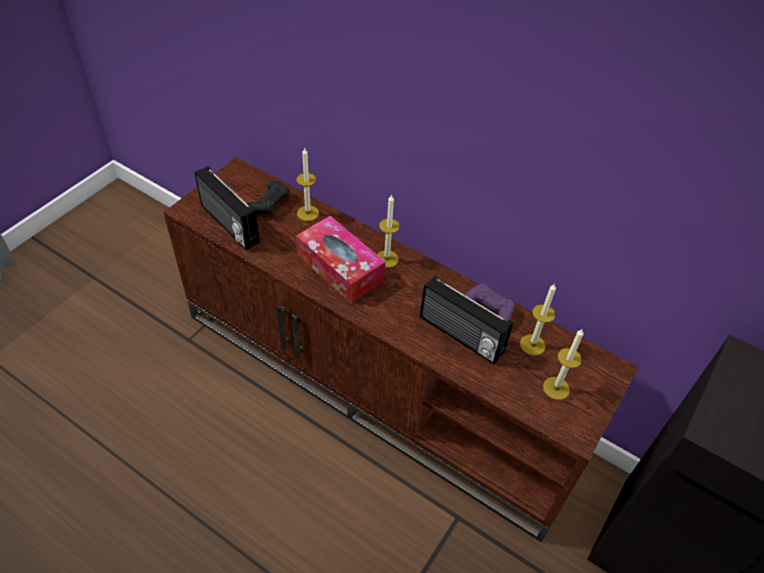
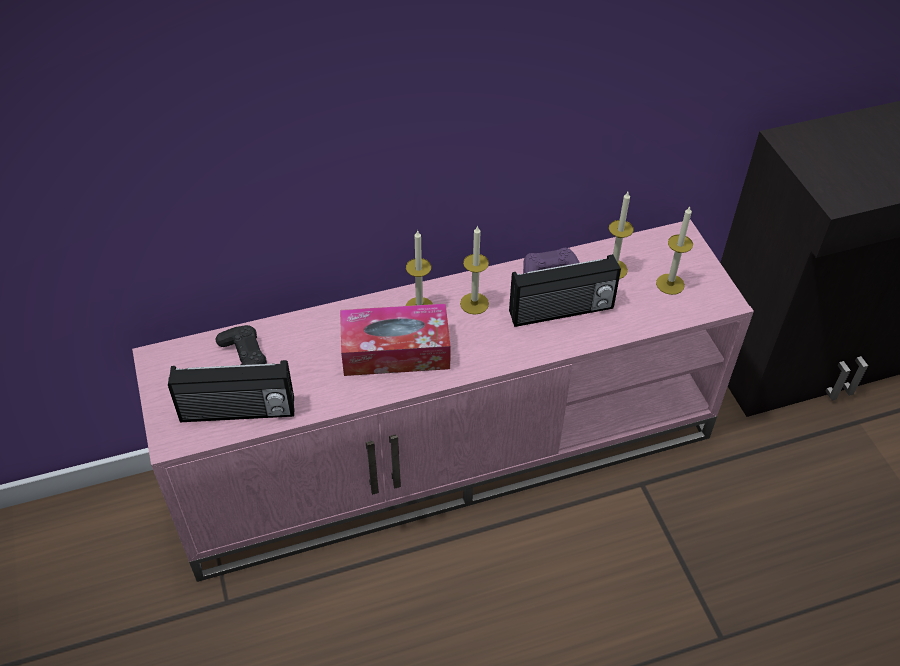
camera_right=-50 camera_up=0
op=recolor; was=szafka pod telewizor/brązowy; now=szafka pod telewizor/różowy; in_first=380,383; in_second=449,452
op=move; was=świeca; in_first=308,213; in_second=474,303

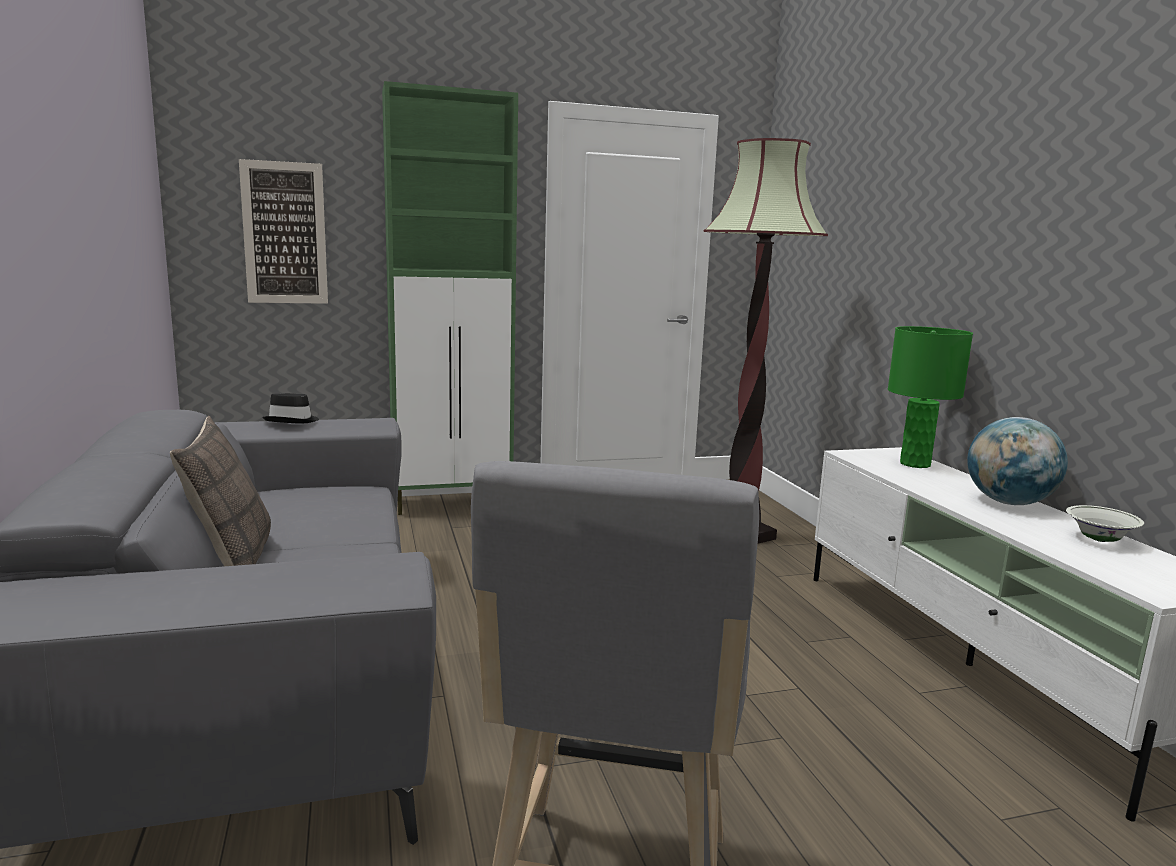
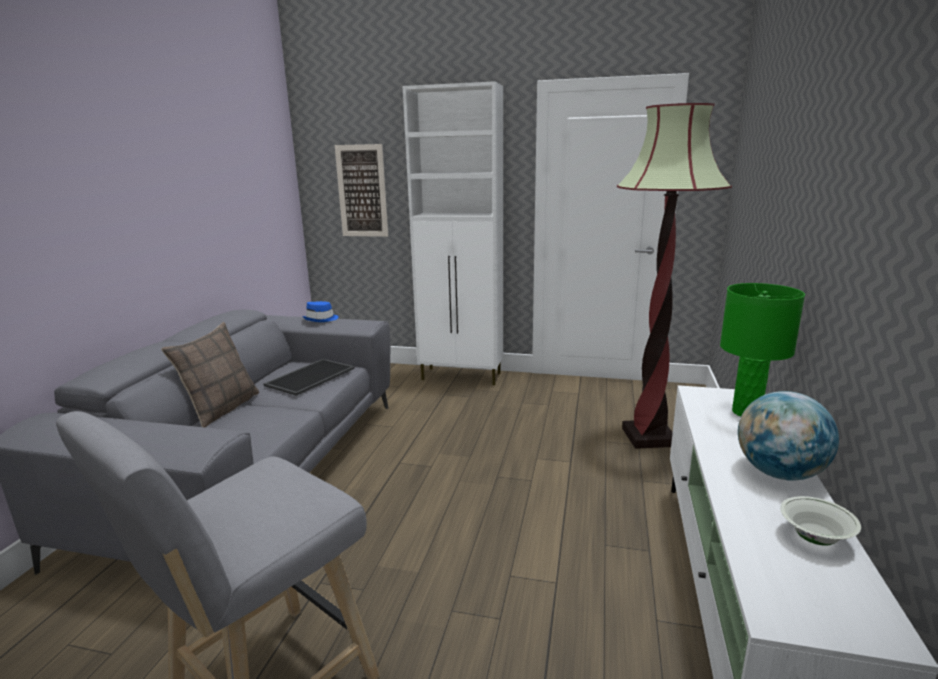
camera_right=30 camera_up=5
op=insert; now=taca; in_second=310,376
op=recolor; was=kapelusz/czarny; now=kapelusz/niebieski; in_first=293,421; in_second=321,319
op=recolor; was=szafka/zielony; now=szafka/biały; in_first=453,504; in_second=462,376

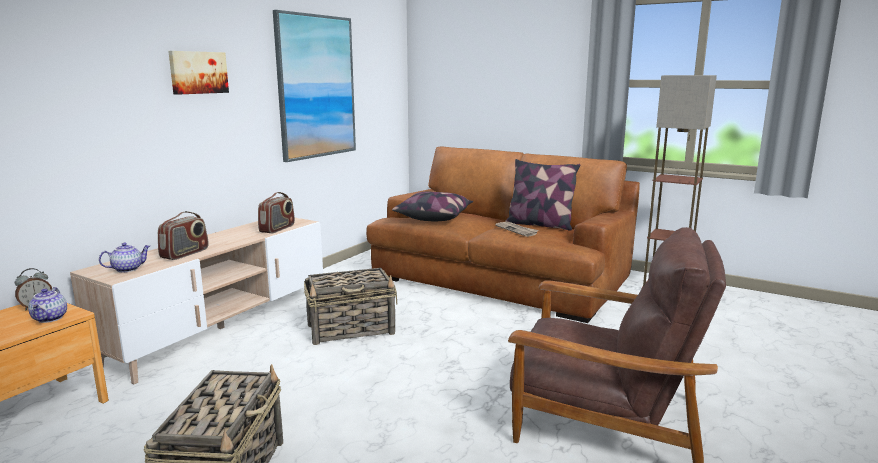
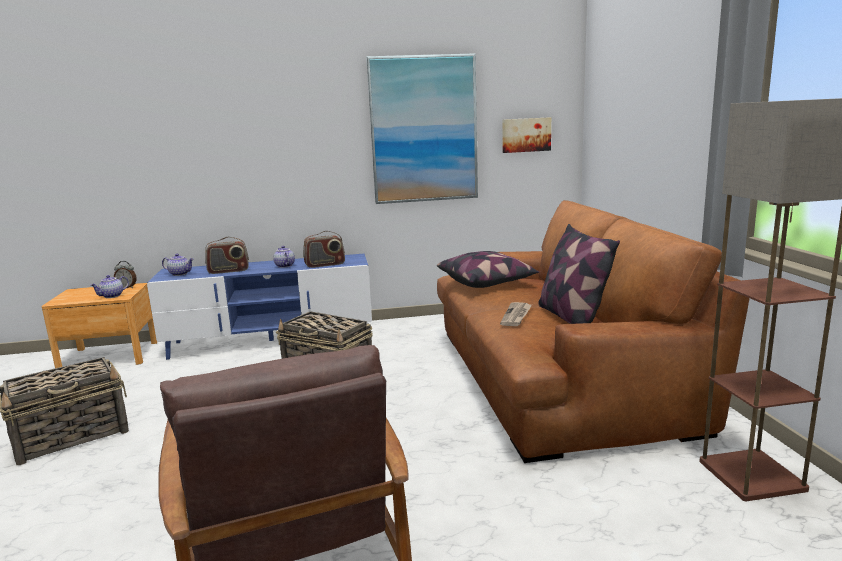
camera_right=50 camera_up=0
op=recolor; was=szafka pod telewizor/beżowy; now=szafka pod telewizor/niebieski; in_first=222,328; in_second=271,340
op=insert; now=imbryk; in_second=284,266
op=move; was=obraz; in_first=198,72; in_second=526,135

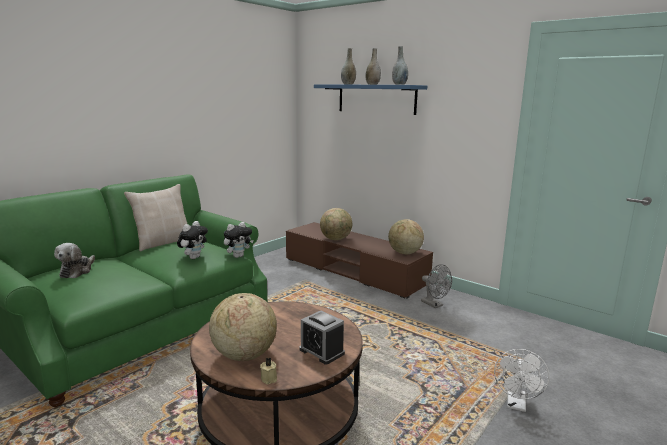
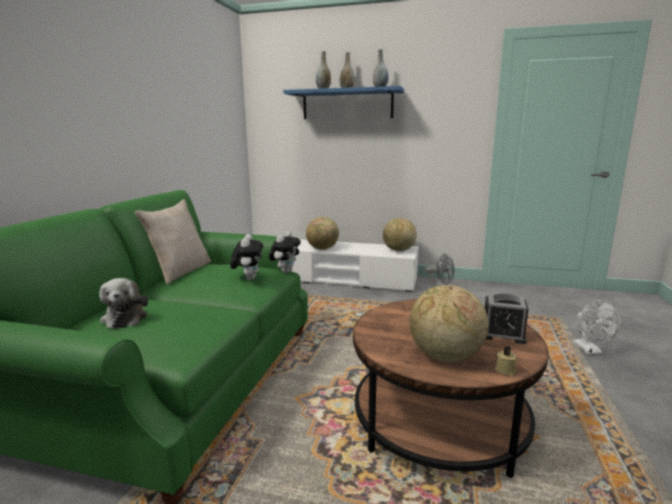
camera_right=-25 camera_up=0
op=recolor; was=szafka pod telewizor/brązowy; now=szafka pod telewizor/biały; in_first=353,271; in_second=340,279

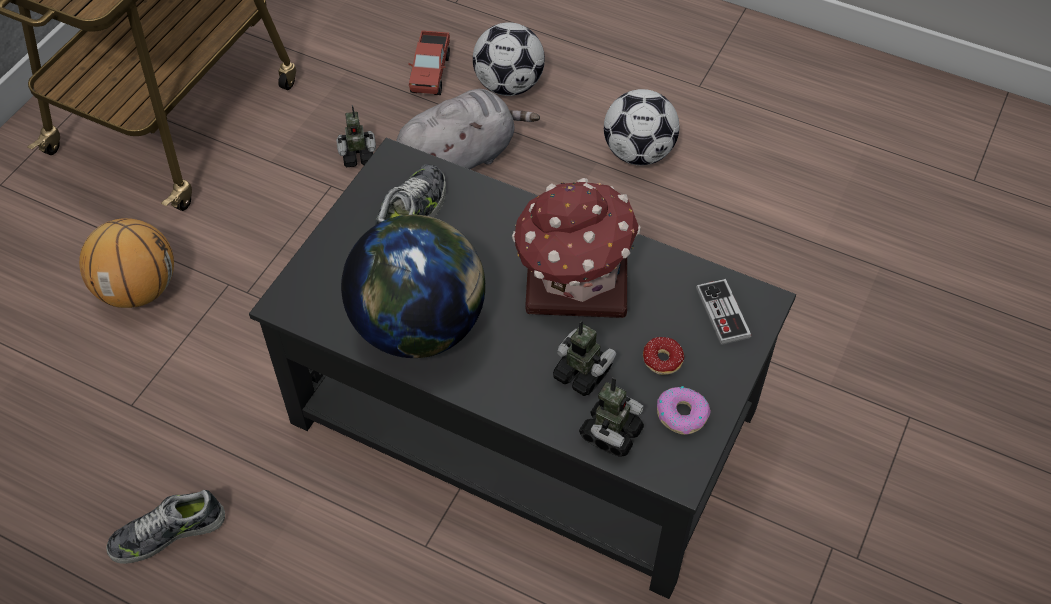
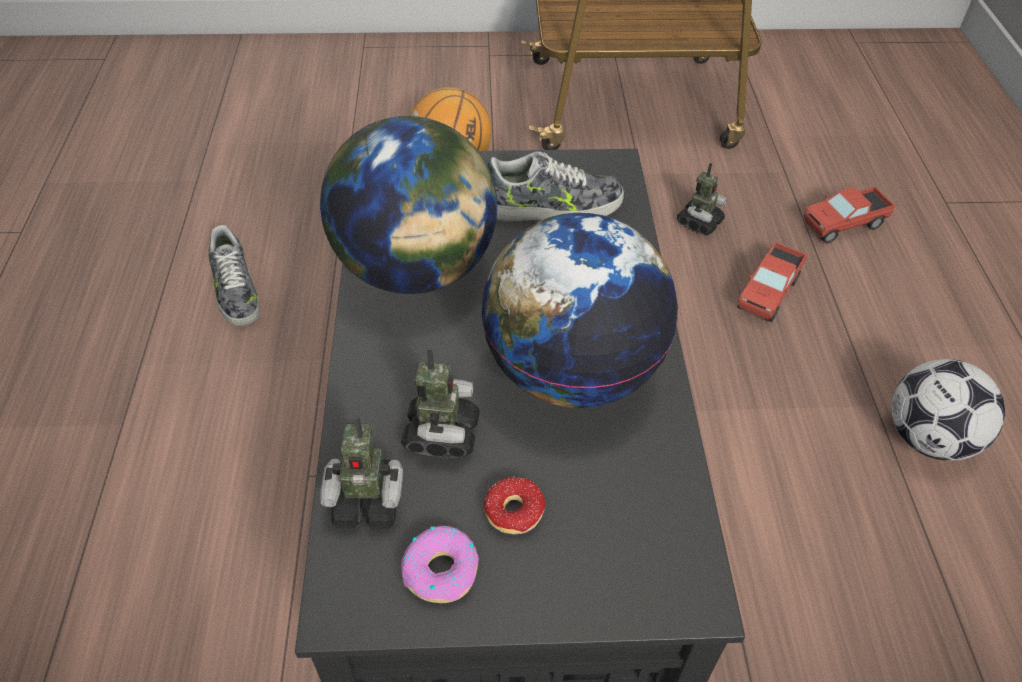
camera_right=60 camera_up=-5
op=rotate; was=but; in_first=168,533; in_second=235,290; clockwise=-150
op=replace; was=domek; now=globus; in_first=573,280; in_second=571,370
op=rotate; was=robot zabawkowy; in_first=358,156; in_second=699,223; clockwise=-105
op=replace; was=pluszak/szary; now=ciężarówka zabawkowa; in_first=461,158; in_second=768,293
op=delete; was=piłka futbolowa; in_first=509,85
op=delete; was=pad do gier; in_first=722,313

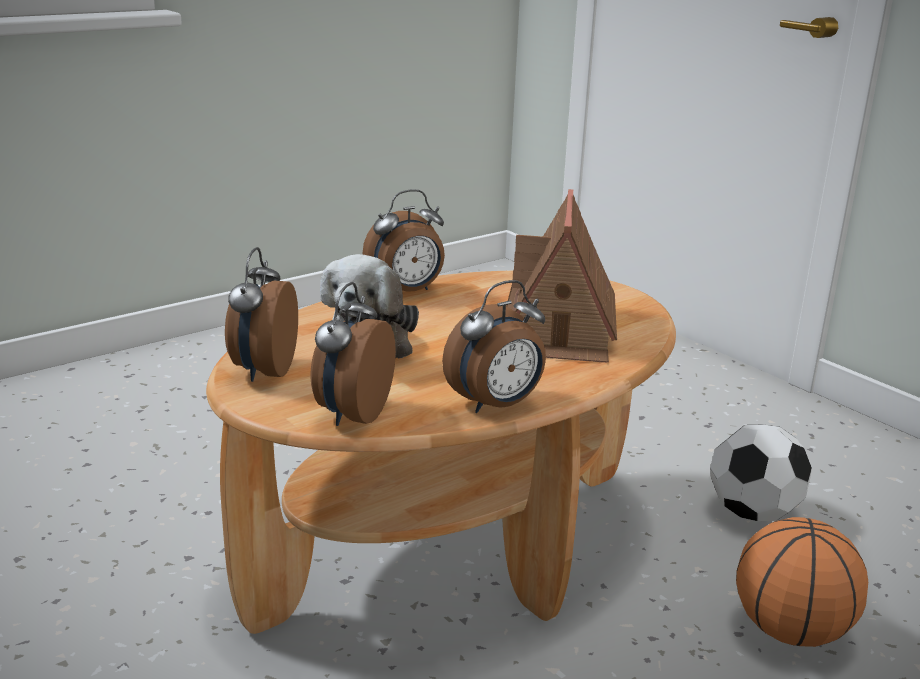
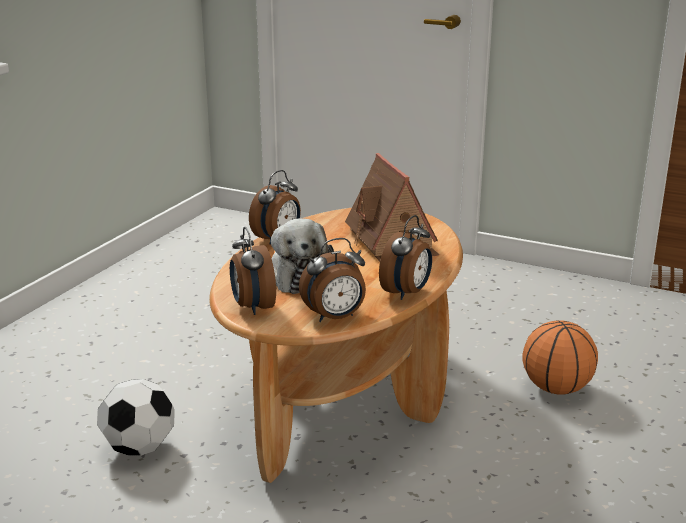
camera_right=-25 camera_up=0
op=move; was=piłka futbolowa; in_first=753,512; in_second=139,448
op=rotate; was=budzik; in_first=351,414; in_second=335,317; clockwise=-105

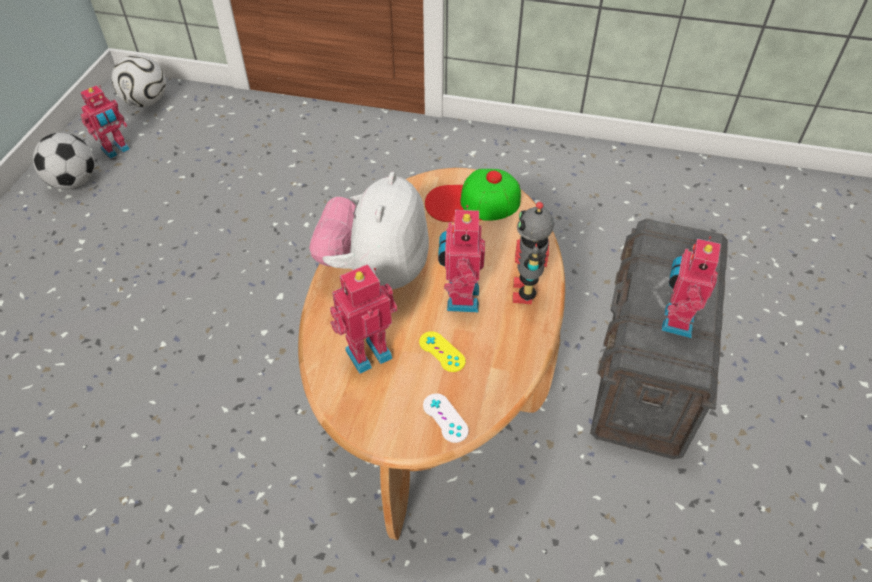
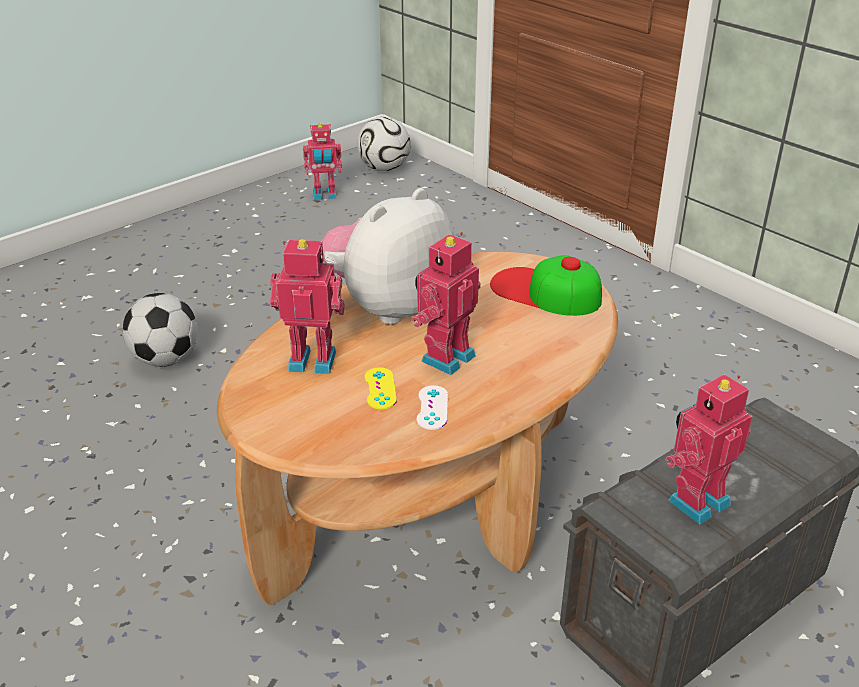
camera_right=35 camera_up=-15
op=move; was=piłka futbolowa; in_first=74,183; in_second=165,360
op=move; was=pad do gier/biały; in_first=445,418; in_second=432,408
op=delete; was=robot zabawkowy; in_first=525,292

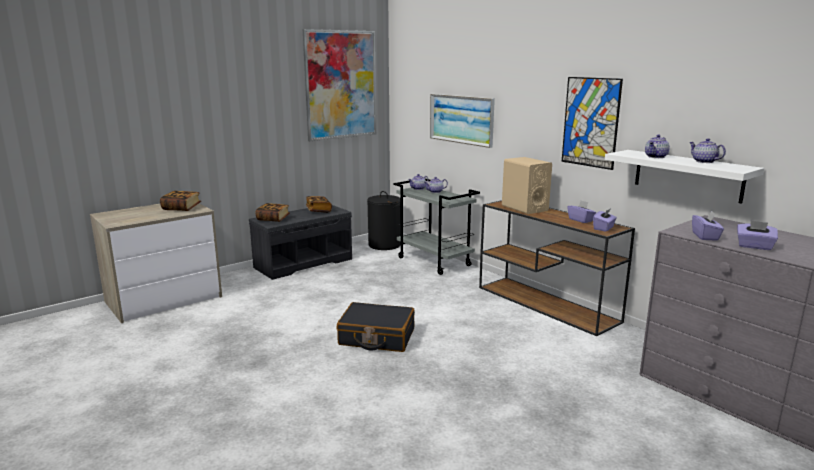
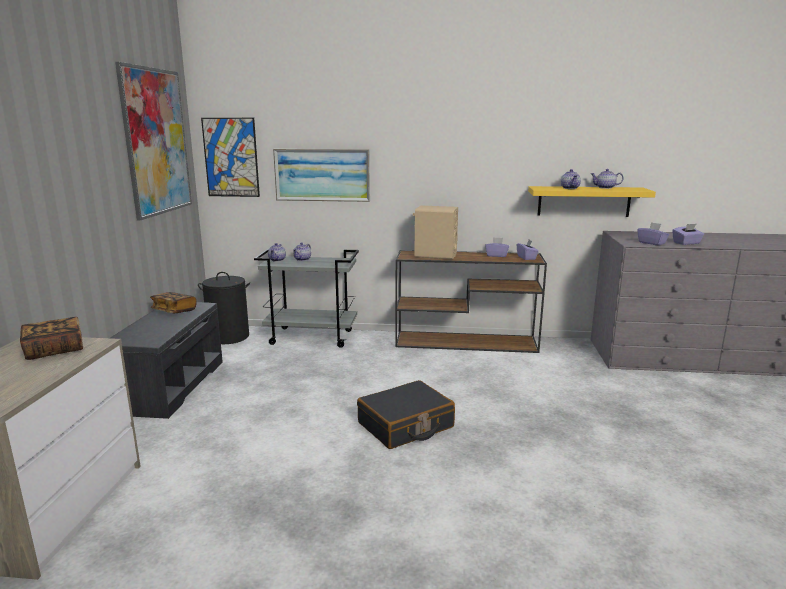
camera_right=-45 camera_up=0
op=move; was=obraz; in_first=590,122; in_second=231,157
op=recolor; was=półka/biały; now=półka/żółty; in_first=687,175; in_second=583,201
op=delete; was=książka; in_first=273,219

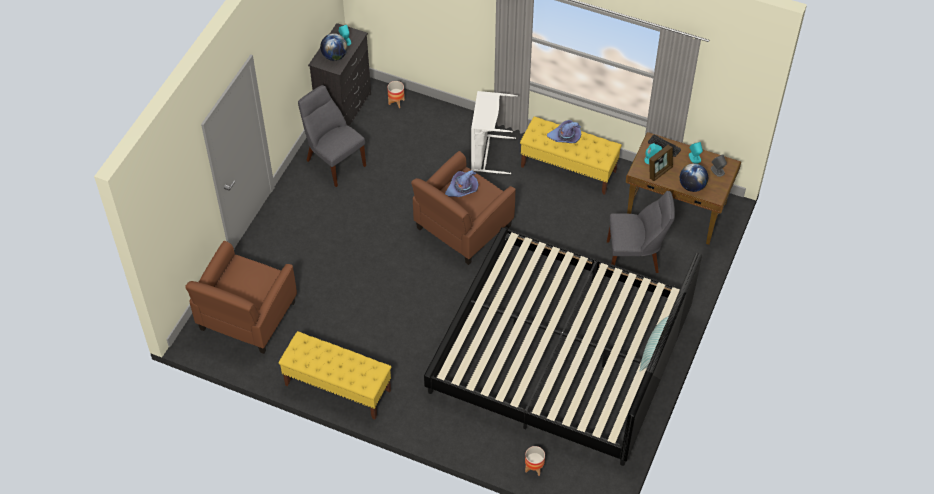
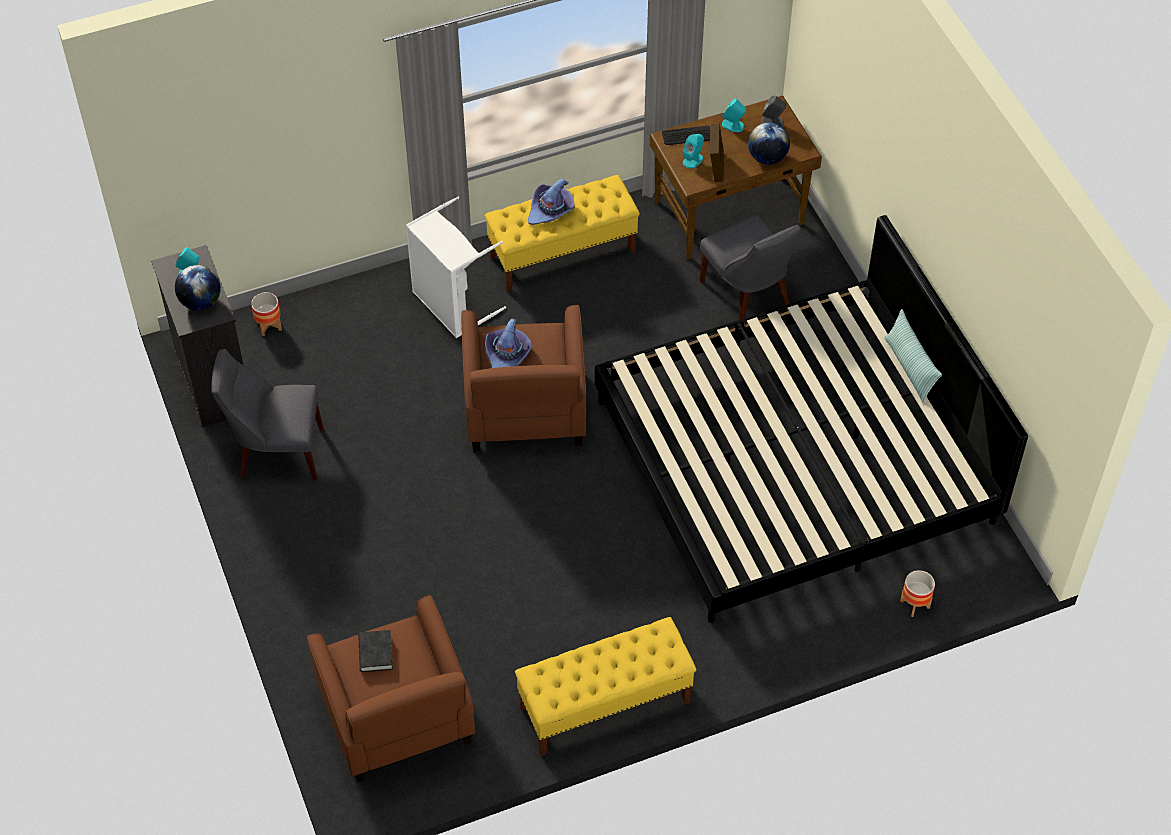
camera_right=-45 camera_up=0
op=insert; now=książka/czarny; in_second=375,653
op=rotate; was=krzesło/szary; in_first=635,257; in_second=747,295; clockwise=105

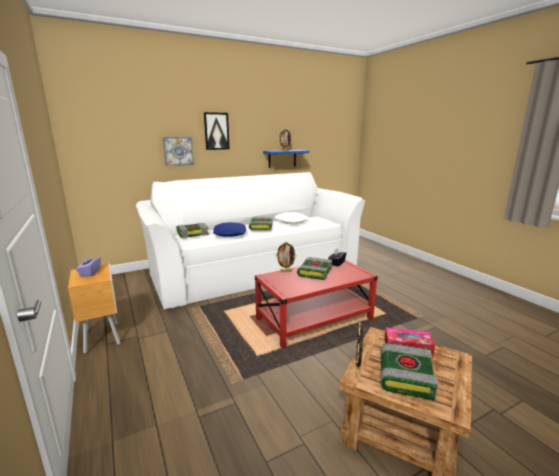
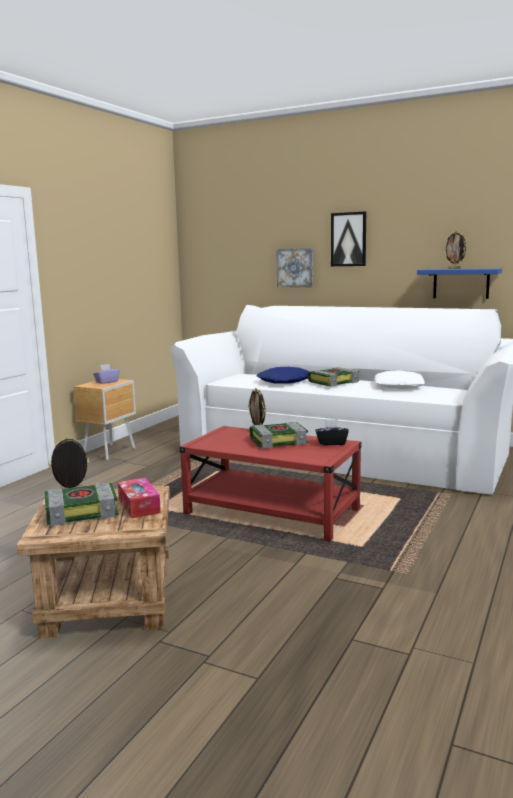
camera_right=55 camera_up=-5
op=delete; was=książka; in_first=193,233

